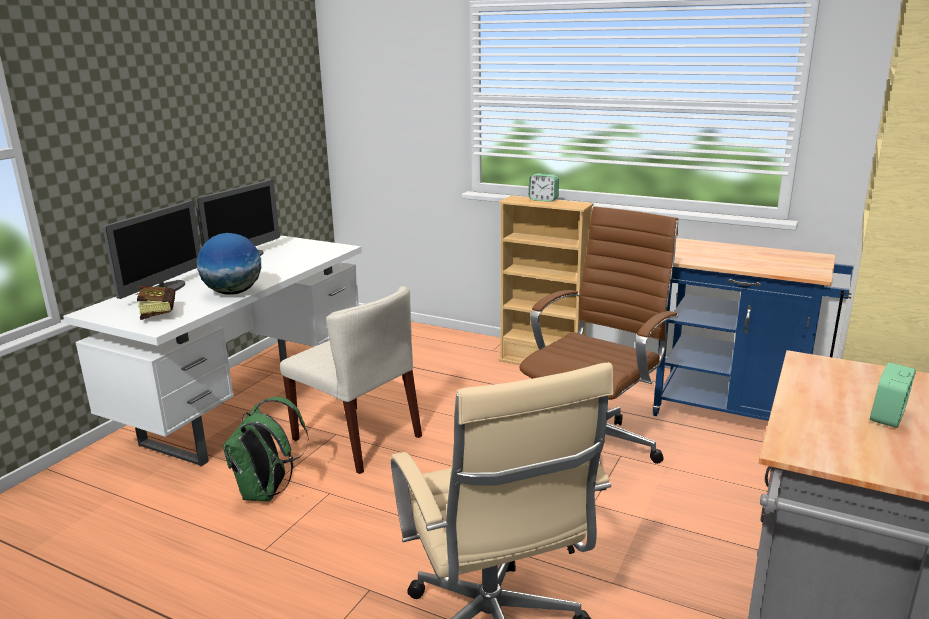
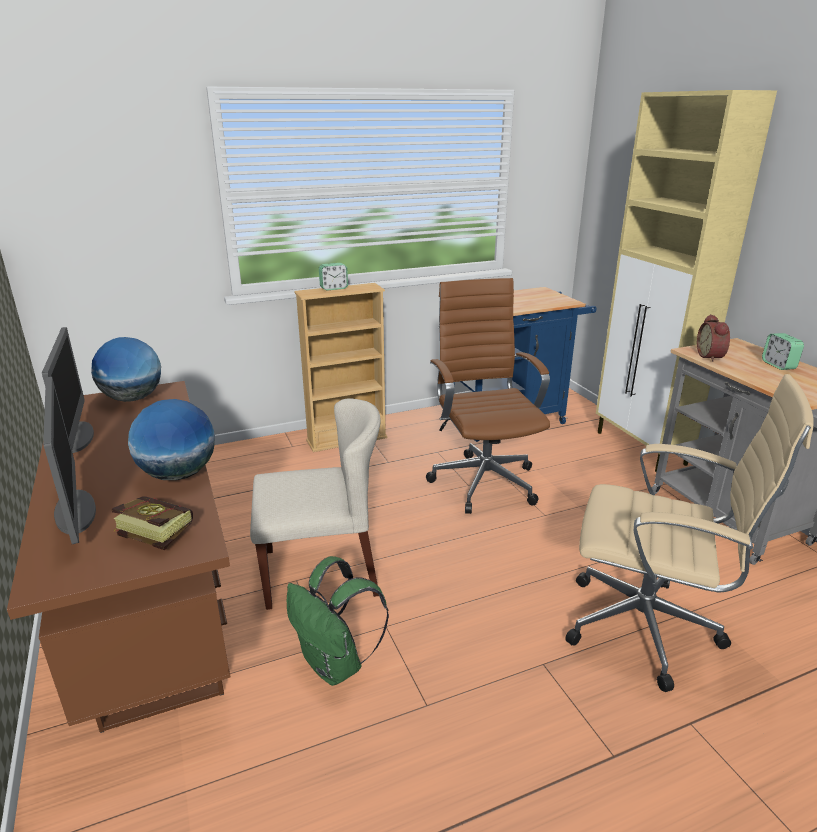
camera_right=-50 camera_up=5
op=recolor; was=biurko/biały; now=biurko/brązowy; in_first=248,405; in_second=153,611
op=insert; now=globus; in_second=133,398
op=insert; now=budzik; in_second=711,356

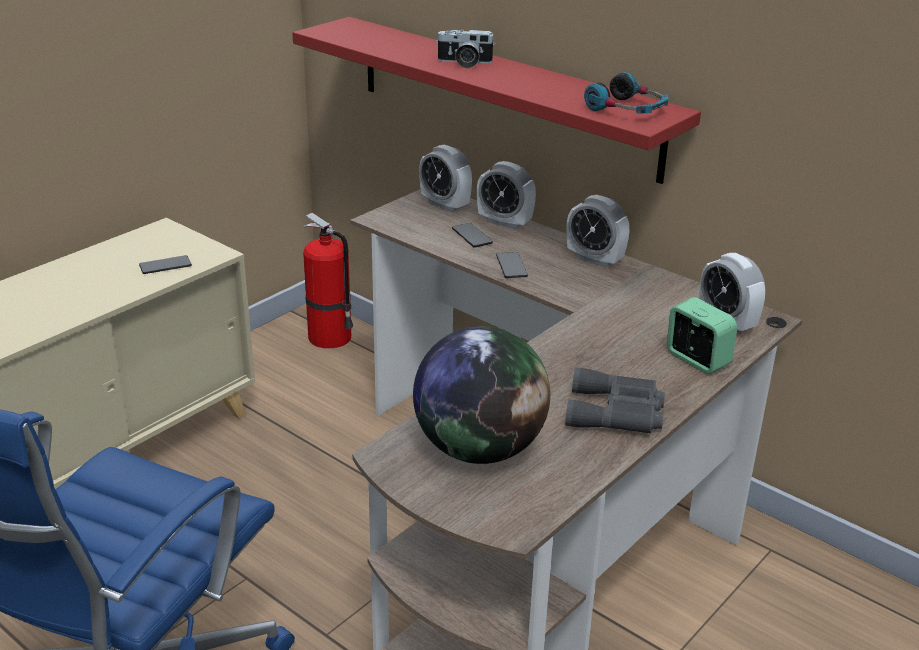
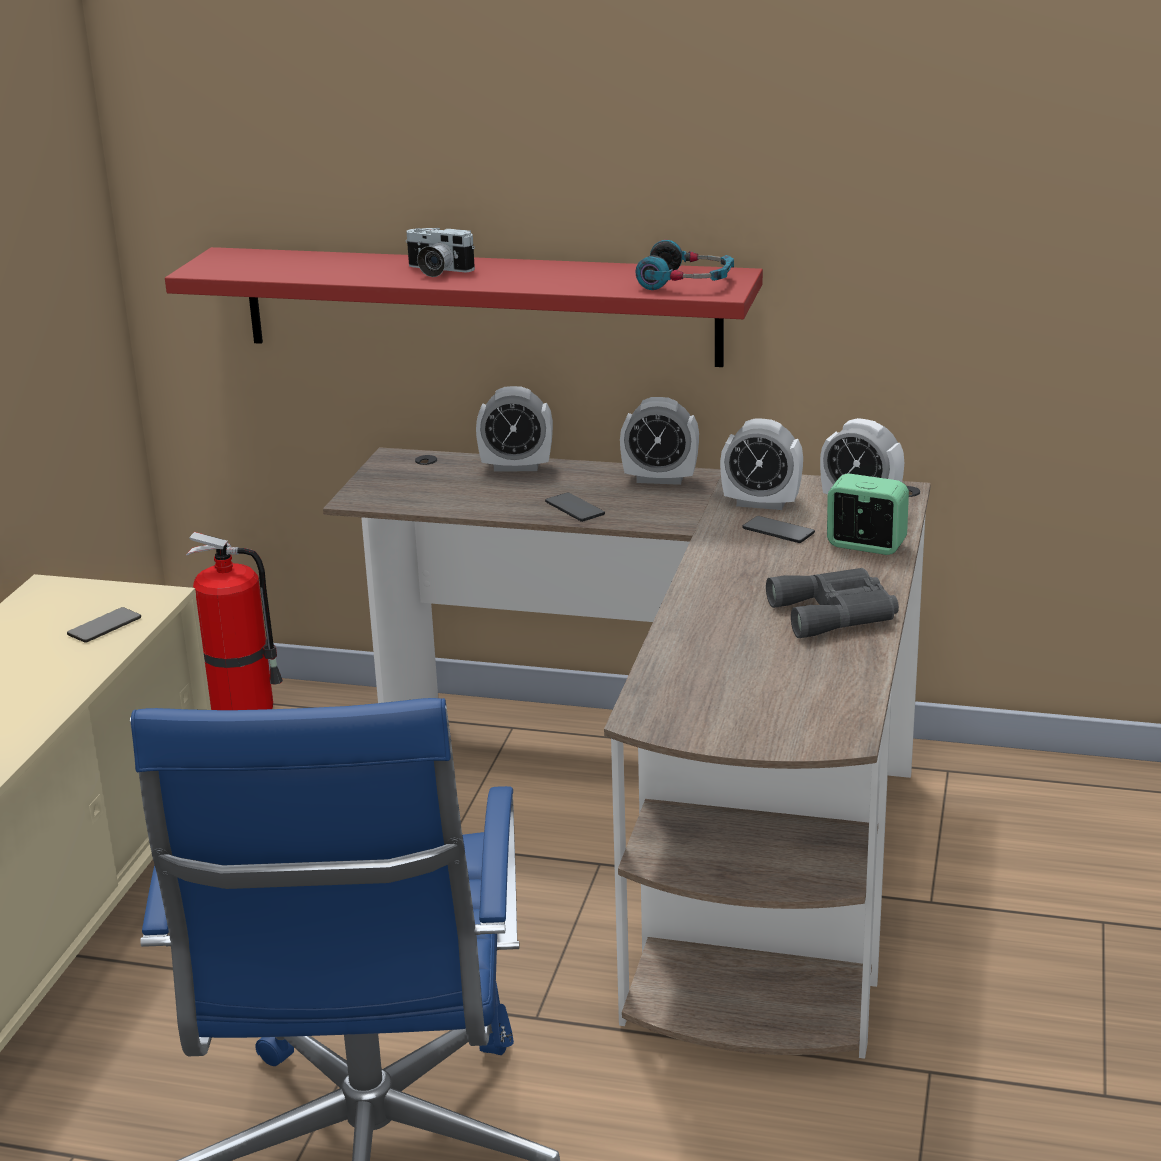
camera_right=-25 camera_up=-5
op=rotate; was=aparat fotograficzny; in_first=464,63; in_second=436,271; clockwise=45
op=move; was=budzik; in_first=445,205; in_second=761,503
op=move; was=telefon; in_first=471,236; in_second=778,531
op=delete; was=globus; in_first=479,449

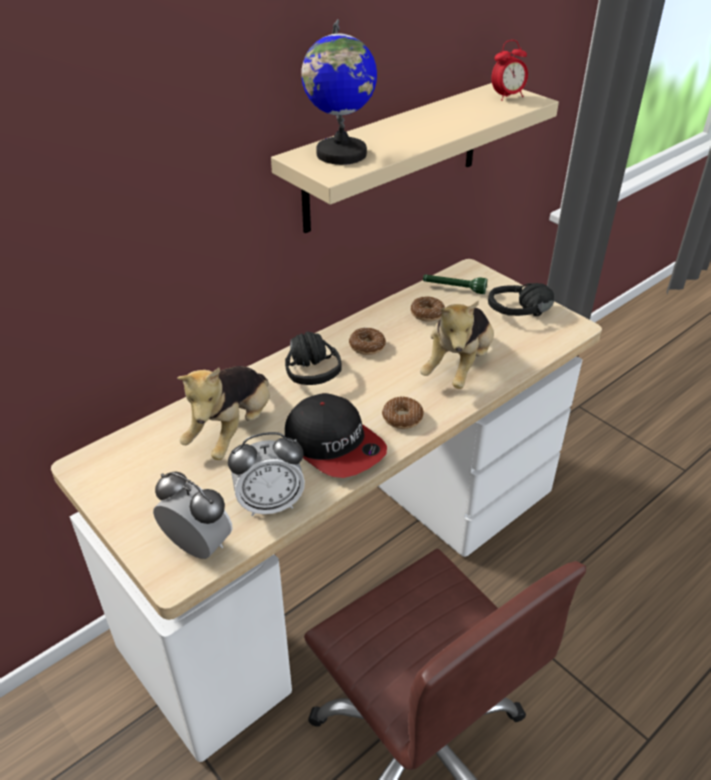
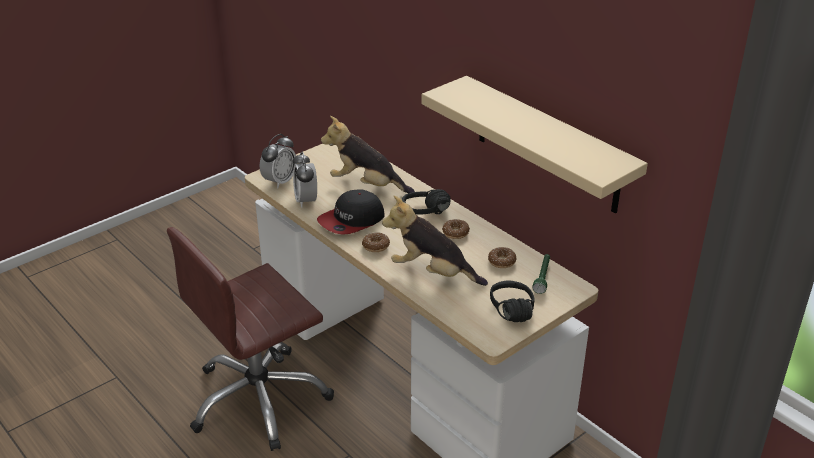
camera_right=90 camera_up=-5
op=delete; was=globus; in_first=341,154
op=delete; was=budzik; in_first=507,97

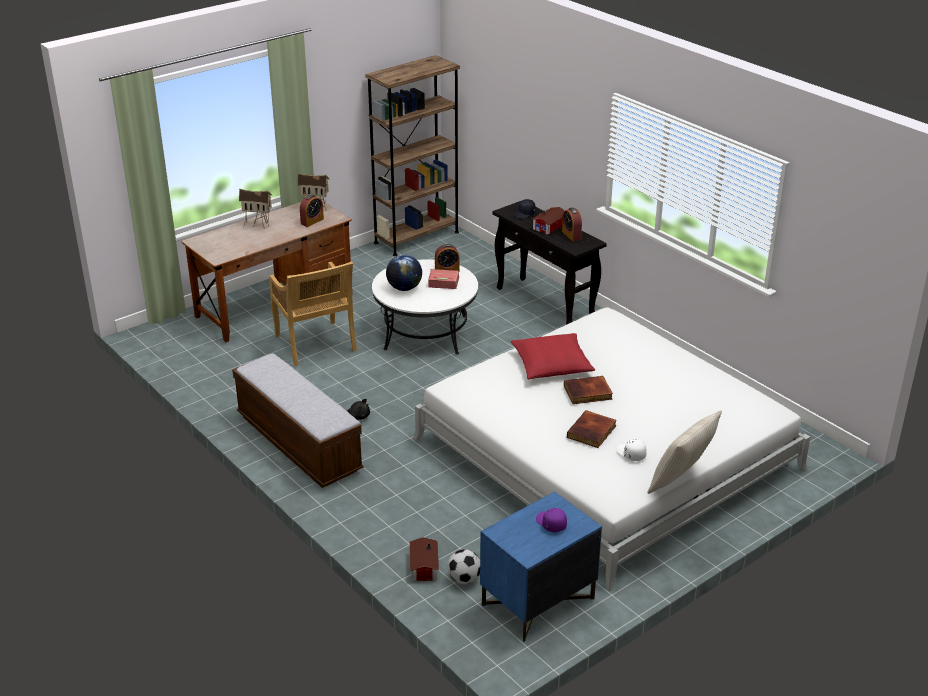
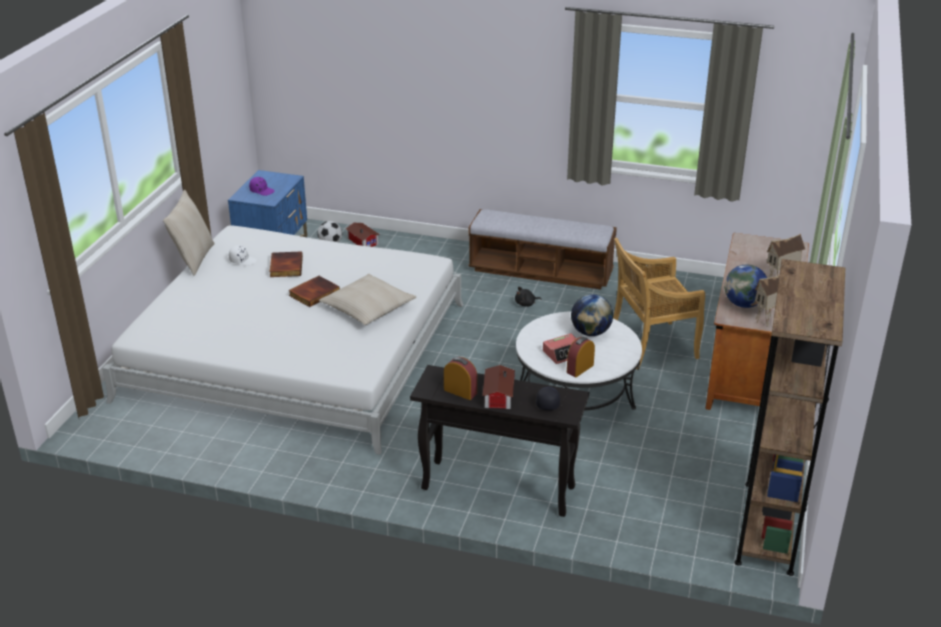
camera_right=145 camera_up=0
op=recolor; was=poduszka/czerwony; now=poduszka/beżowy; in_first=552,364; in_second=368,308
op=rotate; was=krzesło/beżowy; in_first=315,344; in_second=651,345; clockwise=-45
op=replace; was=budzik; now=globus; in_first=312,221; in_second=743,304

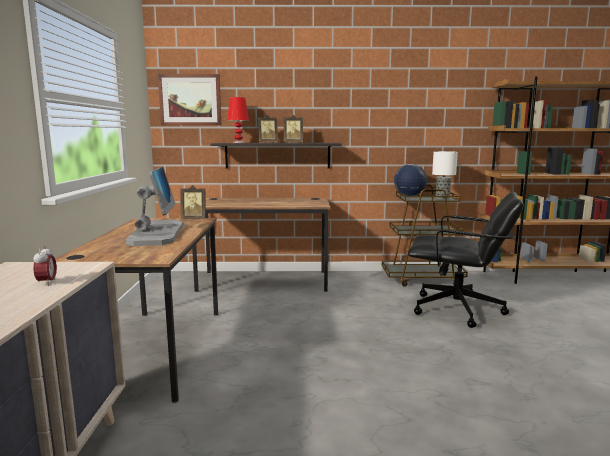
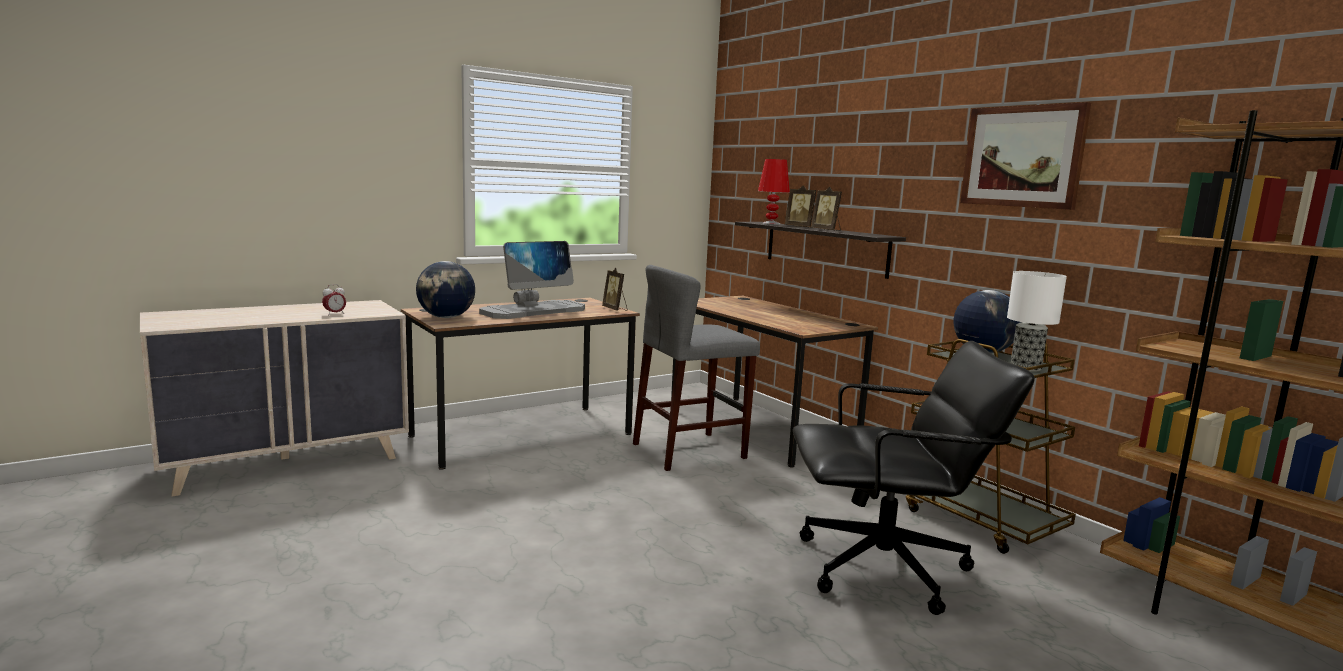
camera_right=55 camera_up=0
op=insert; now=globus; in_second=446,317
op=insert; now=stołek/szary; in_second=689,451
op=rotate; was=krzesło biurowe/czarny; in_first=458,310; in_second=885,569; clockwise=-75
op=move; was=obraz; in_first=190,100; in_second=1022,157

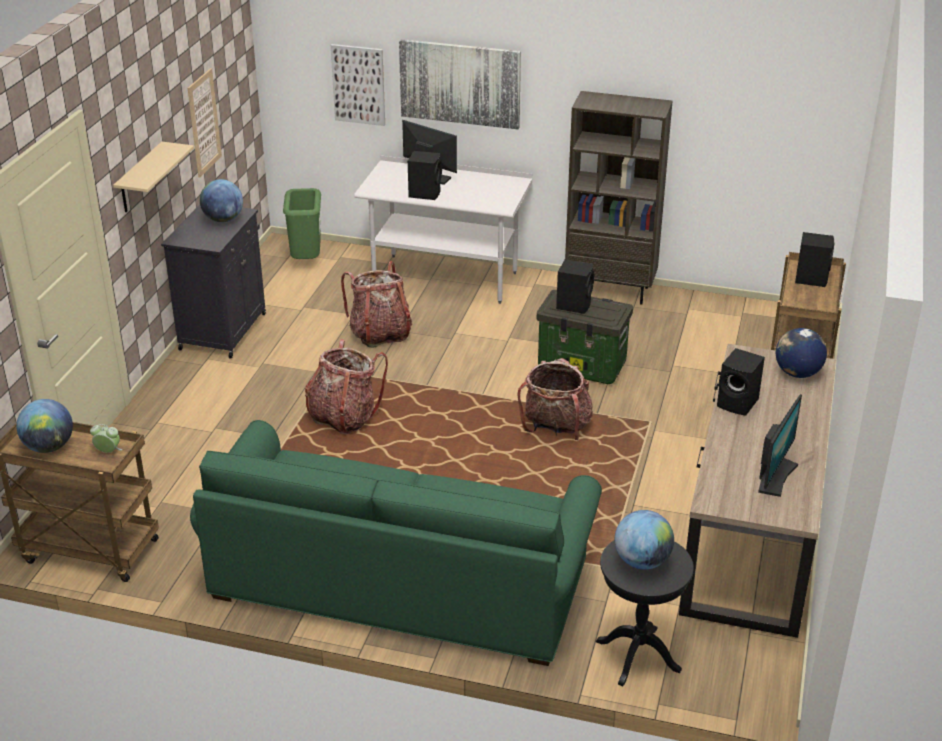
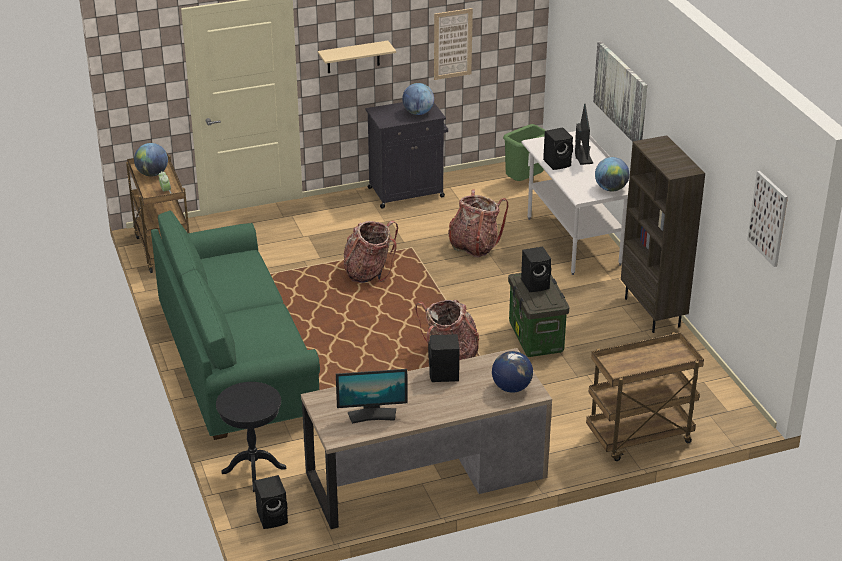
camera_right=55 camera_up=0
op=move; was=głośnik/czarny; in_first=811,278; in_second=273,517
op=move; was=globus; in_first=642,561; in_second=611,189
op=move; was=obraz; in_first=358,84; in_second=768,218

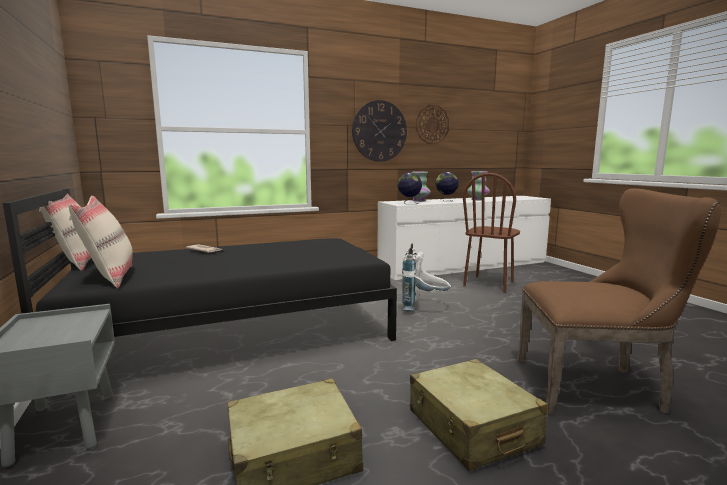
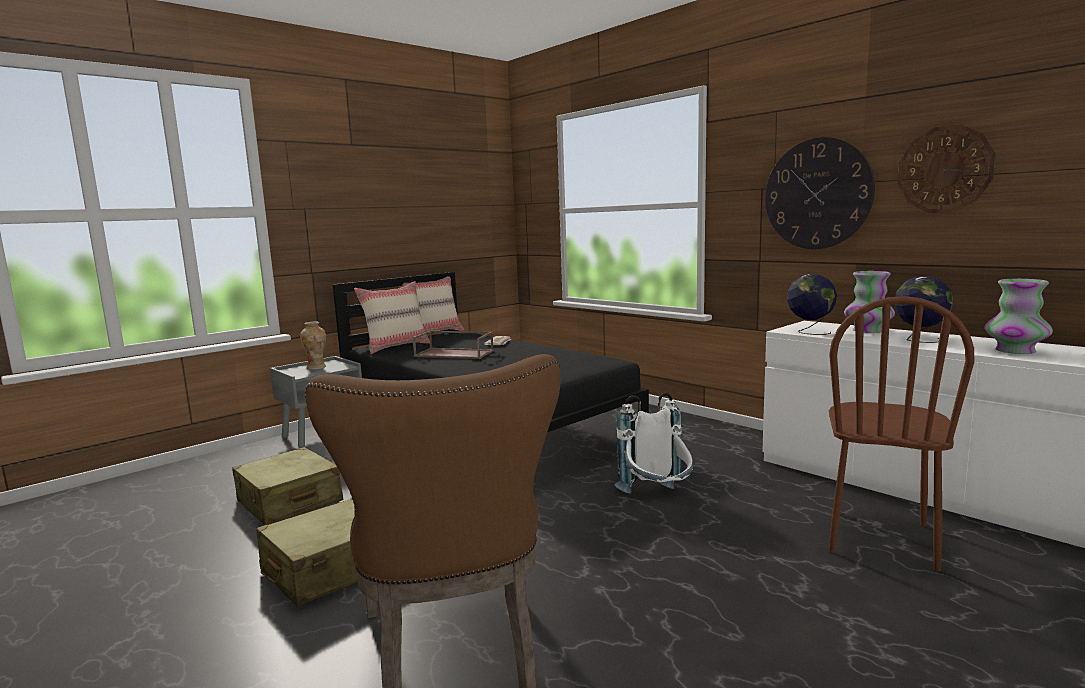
camera_right=70 camera_up=0
op=insert; now=wazon; in_second=316,367
op=insert; now=taca/brązowy; in_second=455,353
op=rotate; was=krzesło/brązowy; in_first=489,284; in_second=880,538; clockwise=-75

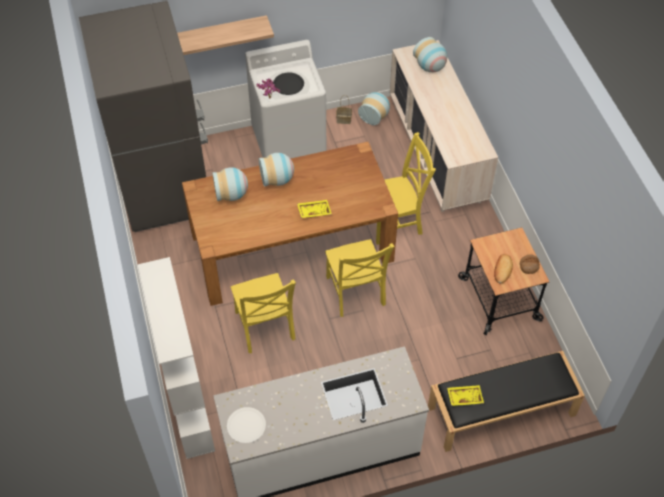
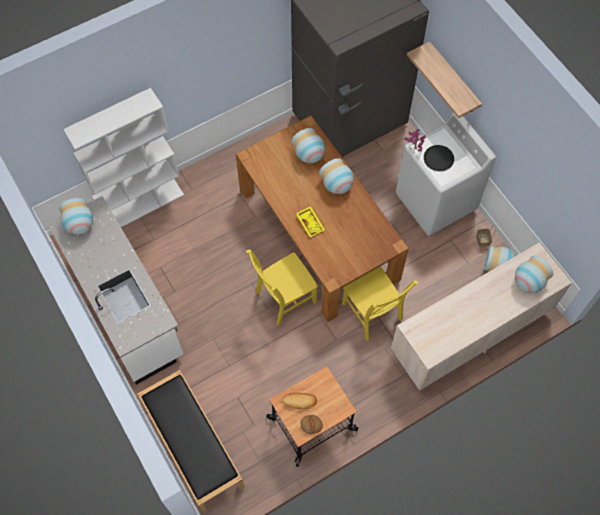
camera_right=75 camera_up=10
op=replace; was=talerz/biały; now=wazon; in_first=246,425; in_second=80,225
op=delete; was=krzesło/żółty; in_first=265,328
op=delete; was=taca/żółty; in_first=464,397

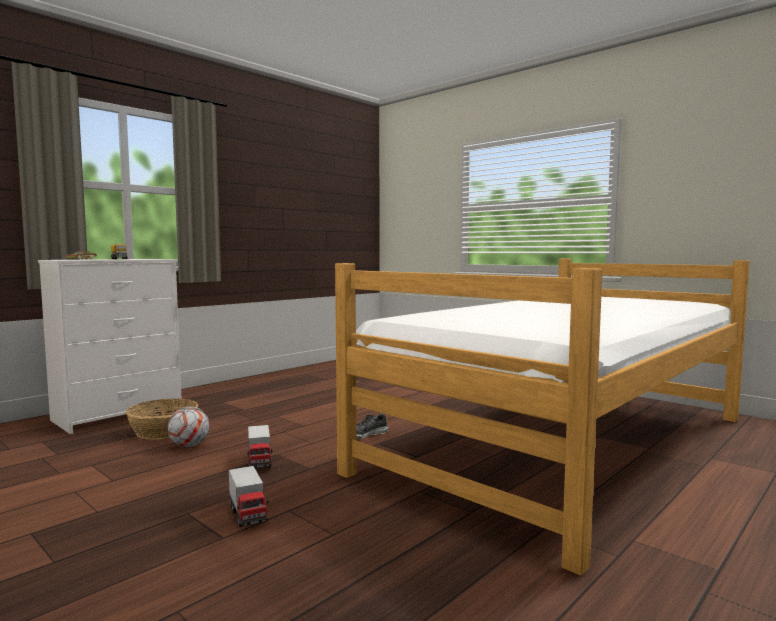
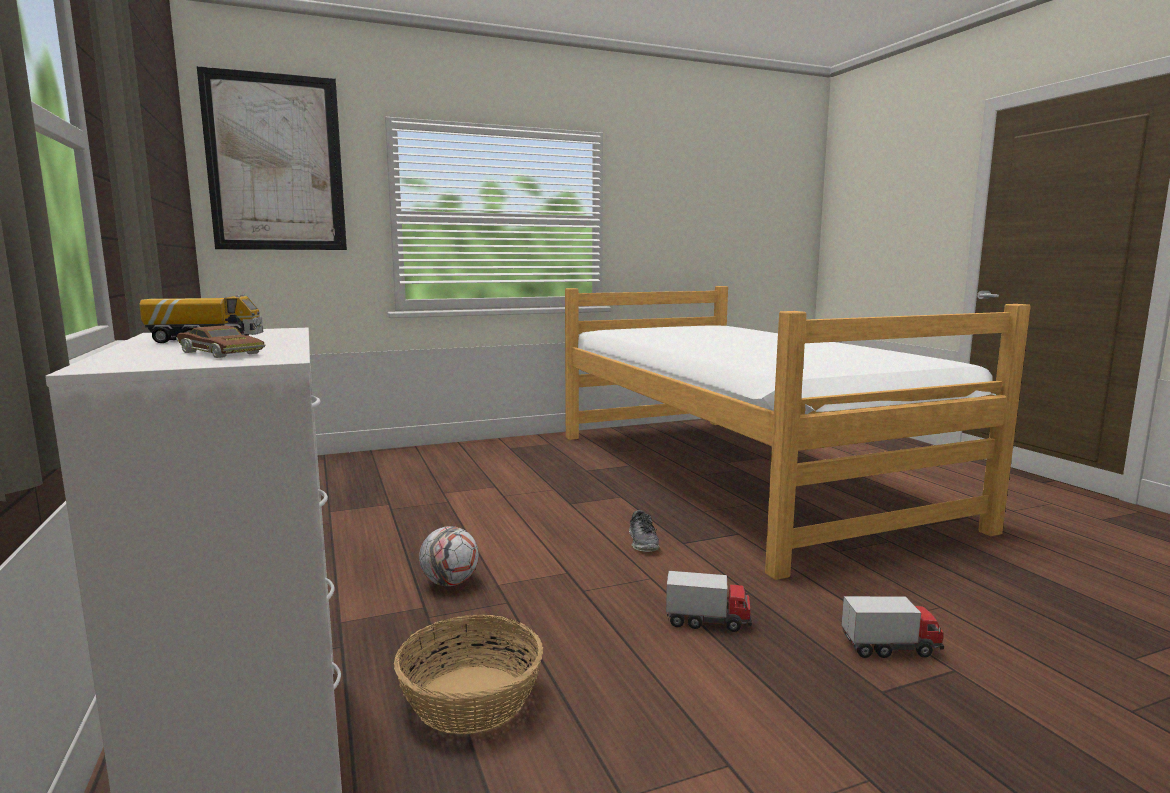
camera_right=-65 camera_up=5
op=insert; now=obraz; in_second=276,163
op=move; was=piłka futbolowa; in_first=189,445; in_second=450,583

